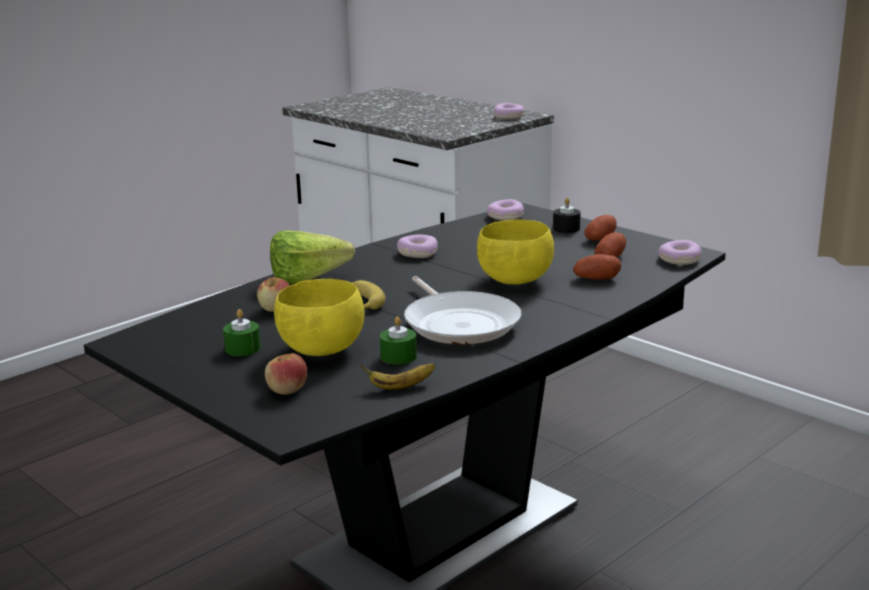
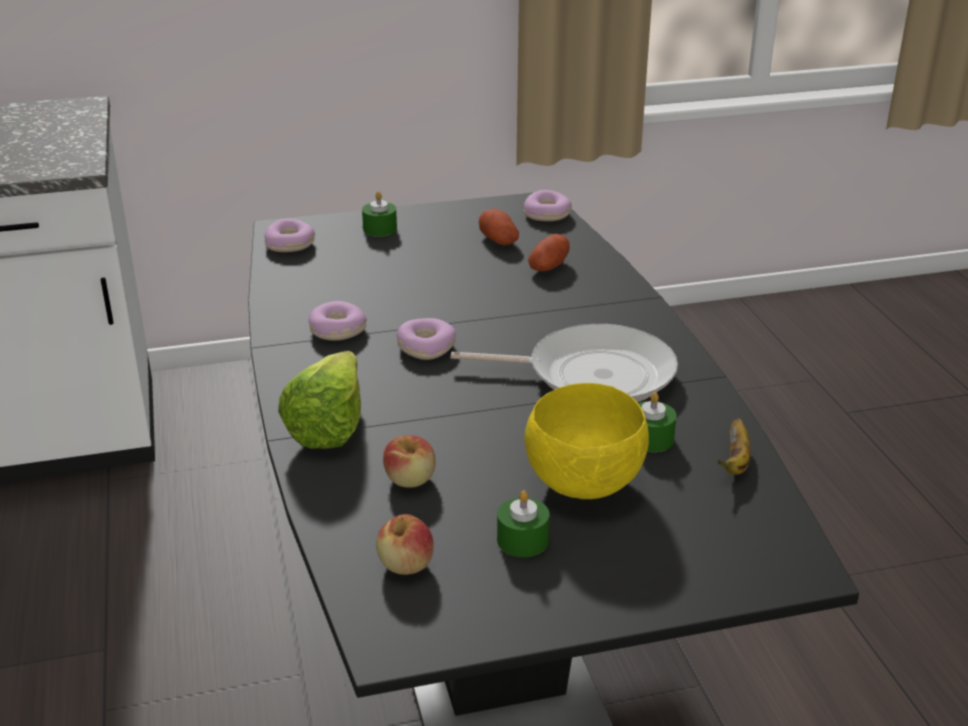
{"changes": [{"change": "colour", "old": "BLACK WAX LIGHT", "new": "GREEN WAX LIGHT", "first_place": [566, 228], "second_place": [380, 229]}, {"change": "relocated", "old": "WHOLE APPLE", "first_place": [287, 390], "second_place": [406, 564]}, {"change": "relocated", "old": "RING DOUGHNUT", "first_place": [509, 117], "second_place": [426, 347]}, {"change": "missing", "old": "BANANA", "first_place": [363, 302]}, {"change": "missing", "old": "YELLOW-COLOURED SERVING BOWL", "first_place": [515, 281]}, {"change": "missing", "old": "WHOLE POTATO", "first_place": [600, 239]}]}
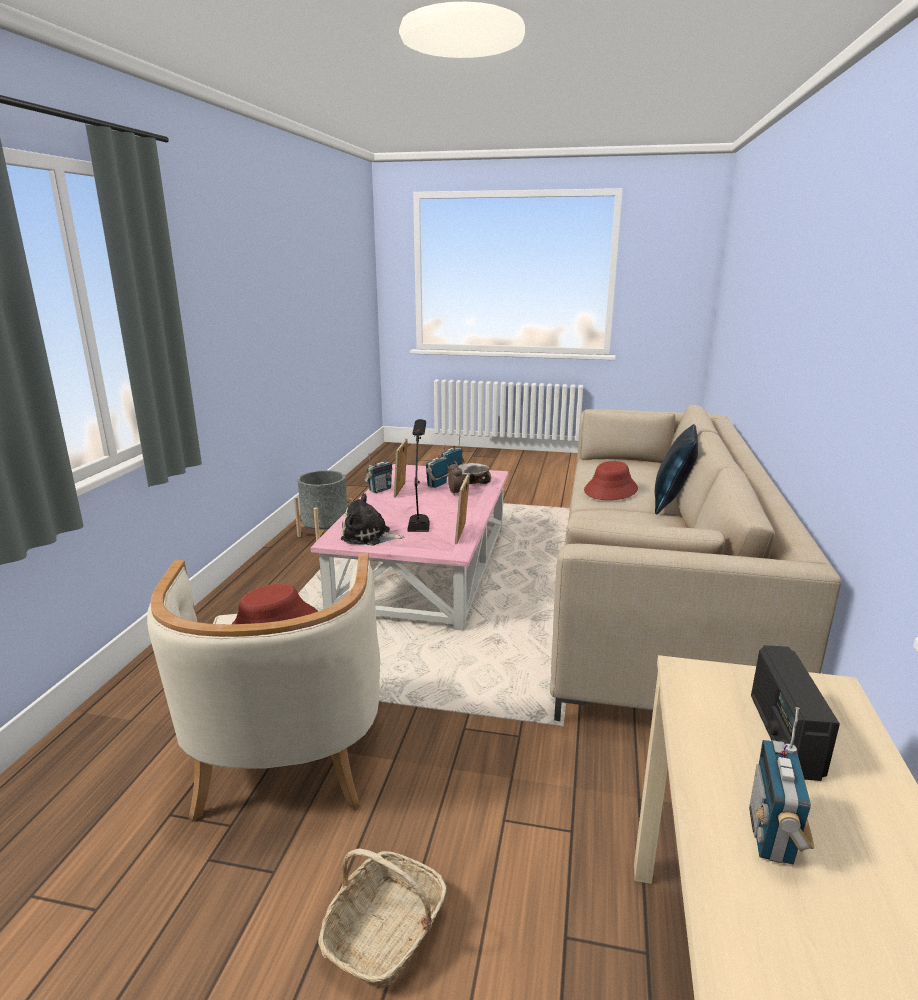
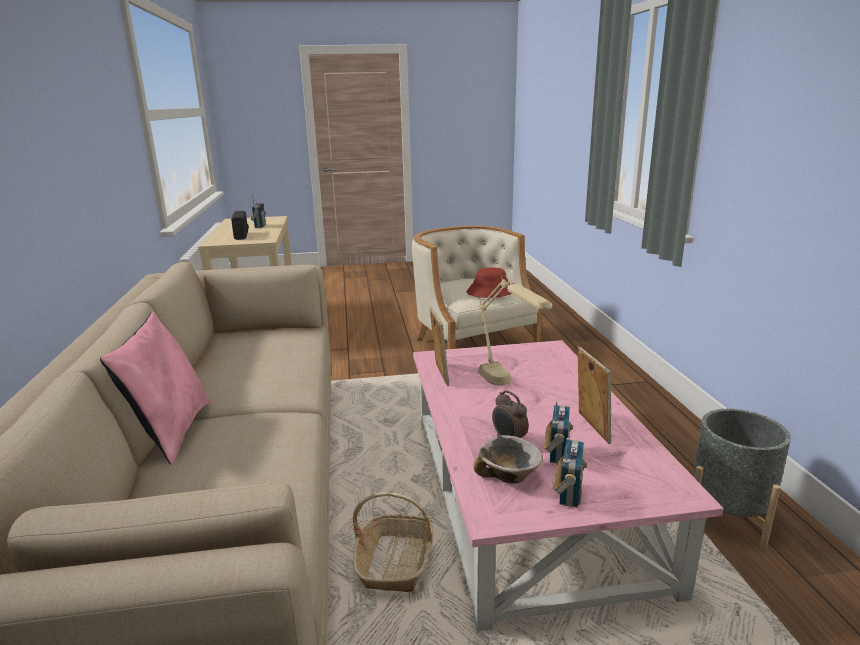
{"changes": [{"change": "colour", "old": "BLUISH CUSHION", "new": "PINKISH CUSHION", "first_place": [671, 503], "second_place": [172, 432]}, {"change": "relocated", "old": "STORAGE BASKET", "first_place": [385, 932], "second_place": [395, 562]}, {"change": "colour", "old": "BLACK LAMP FOR A TABLE", "new": "BEIGE LAMP FOR A TABLE", "first_place": [420, 517], "second_place": [507, 387]}, {"change": "missing", "old": "SOFT TOY", "first_place": [369, 536]}, {"change": "missing", "old": "RADIO", "first_place": [380, 490]}, {"change": "missing", "old": "RED HAT", "first_place": [611, 490]}]}
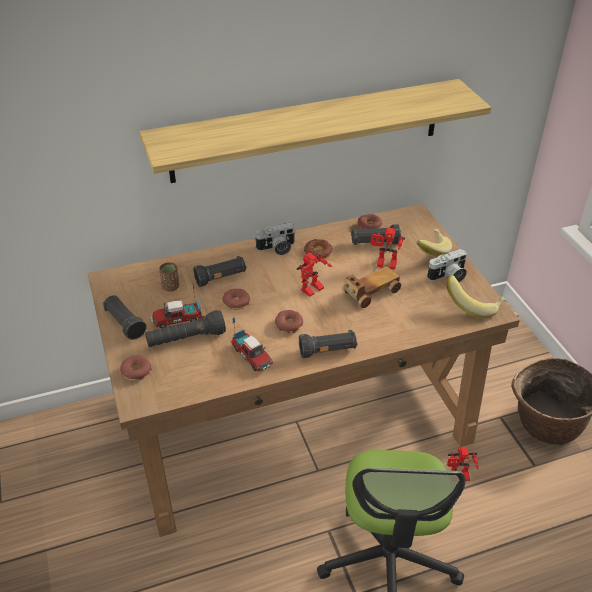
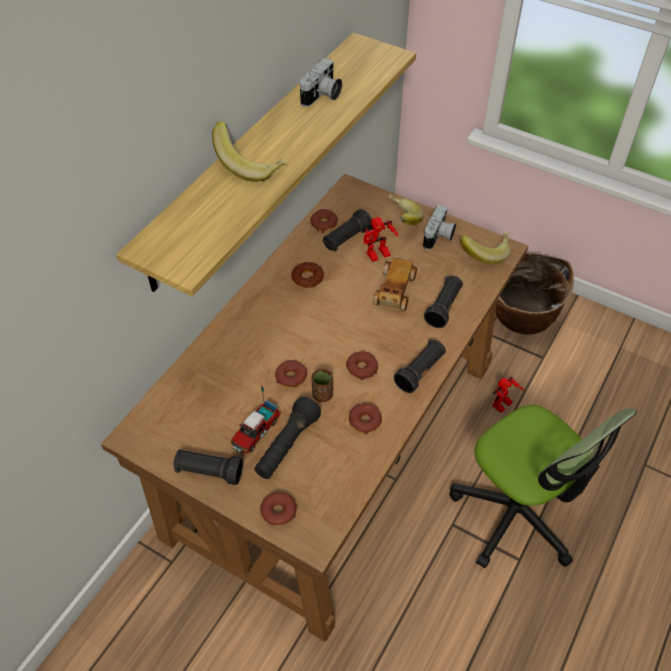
{"changes": [{"change": "appeared", "new": "BANANA", "second_place": [250, 165]}, {"change": "relocated", "old": "STILL CAMERA", "first_place": [276, 248], "second_place": [322, 96]}, {"change": "relocated", "old": "BROWNISH SMALL CUP", "first_place": [171, 287], "second_place": [322, 394]}, {"change": "exchanged", "old": "MODEL TRUCK", "new": "RING DOUGHNUT", "first_place": [252, 357], "second_place": [365, 421]}, {"change": "relocated", "old": "BLACK FLASHLIGHT", "first_place": [221, 278], "second_place": [443, 307]}, {"change": "missing", "old": "TOY ROBOT", "first_place": [313, 291]}]}
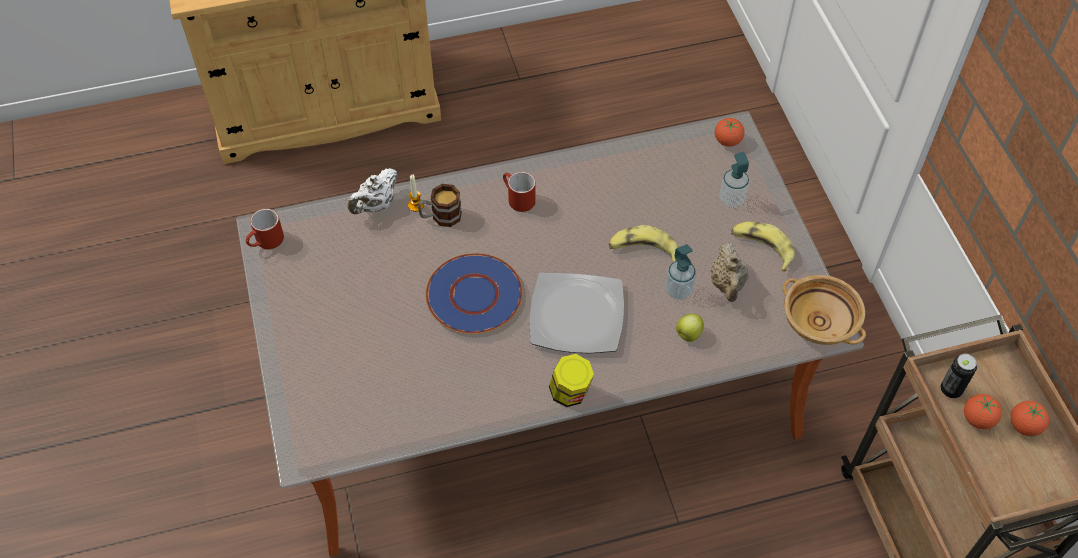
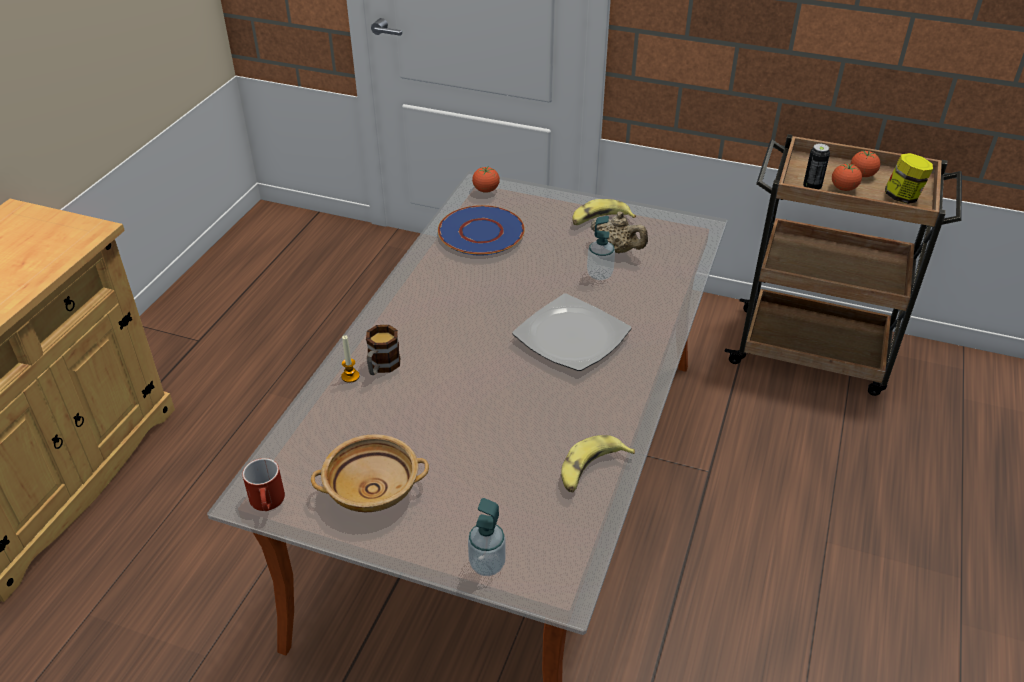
{"changes": [{"change": "relocated", "old": "BEIGE SERVING BOWL", "first_place": [820, 321], "second_place": [373, 489]}, {"change": "relocated", "old": "BLUISH DINNER PLATE", "first_place": [475, 295], "second_place": [481, 232]}, {"change": "relocated", "old": "SOAP DISPENSER", "first_place": [731, 199], "second_place": [487, 564]}, {"change": "relocated", "old": "BANANA", "first_place": [642, 249], "second_place": [591, 470]}, {"change": "relocated", "old": "JAR", "first_place": [570, 393], "second_place": [902, 197]}, {"change": "missing", "old": "WHITISH POT FOR TEA", "first_place": [376, 205]}, {"change": "missing", "old": "RED MUG", "first_place": [517, 198]}, {"change": "missing", "old": "WHOLE APPLE", "first_place": [688, 335]}]}
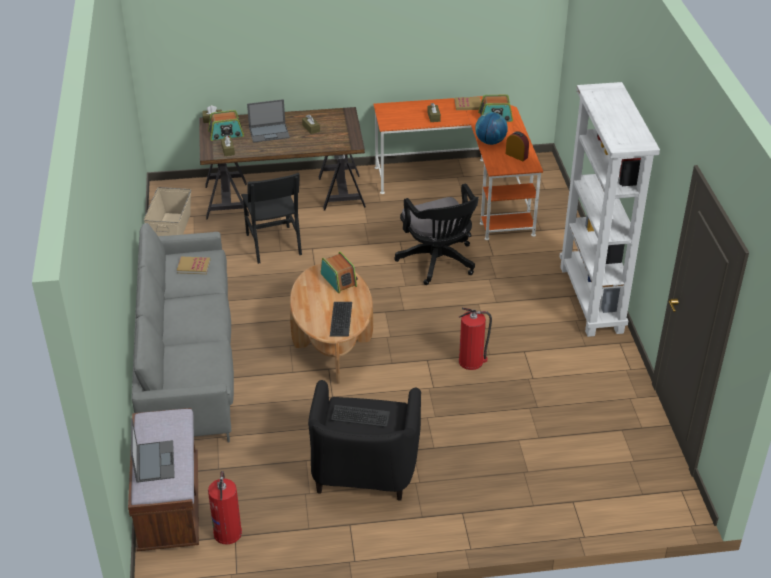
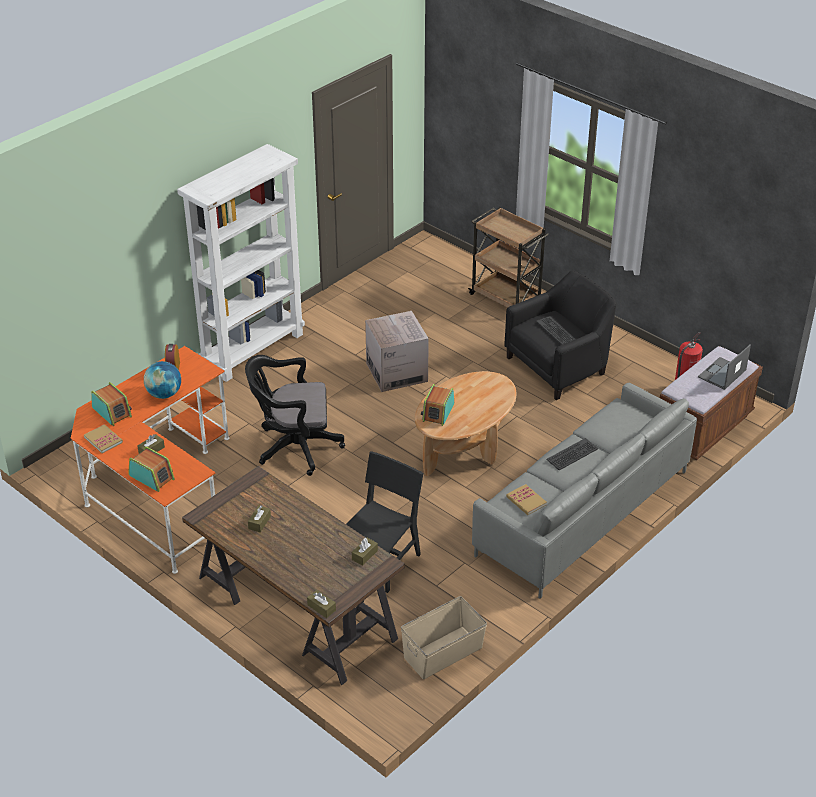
{"changes": [{"change": "relocated", "old": "RADIO", "first_place": [226, 134], "second_place": [152, 477]}, {"change": "spun", "old": "BLACK COMPUTER CHAIR", "first_place": [438, 263], "second_place": [294, 447], "degrees": -120}, {"change": "exchanged", "old": "FIRE EXTINGUISHER", "new": "CARTON", "first_place": [471, 361], "second_place": [397, 372]}, {"change": "appeared", "new": "BROWNISH TROLLEY", "second_place": [506, 298]}, {"change": "relocated", "old": "COMPUTER KEYBOARD", "first_place": [340, 319], "second_place": [572, 455]}, {"change": "missing", "old": "PORTABLE COMPUTER", "first_place": [269, 133]}]}
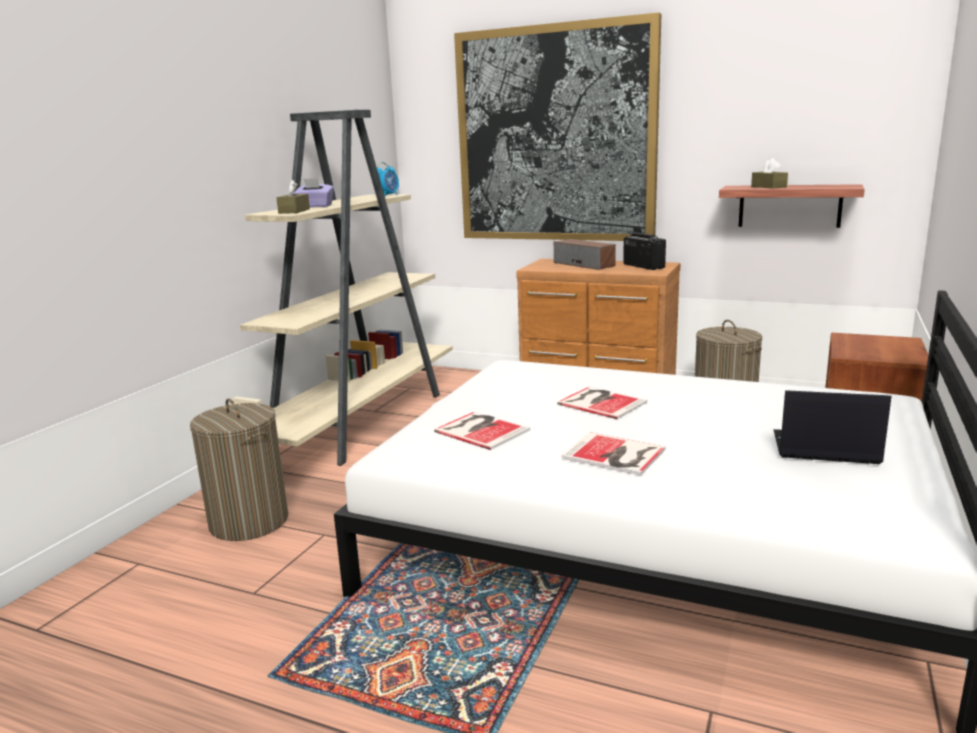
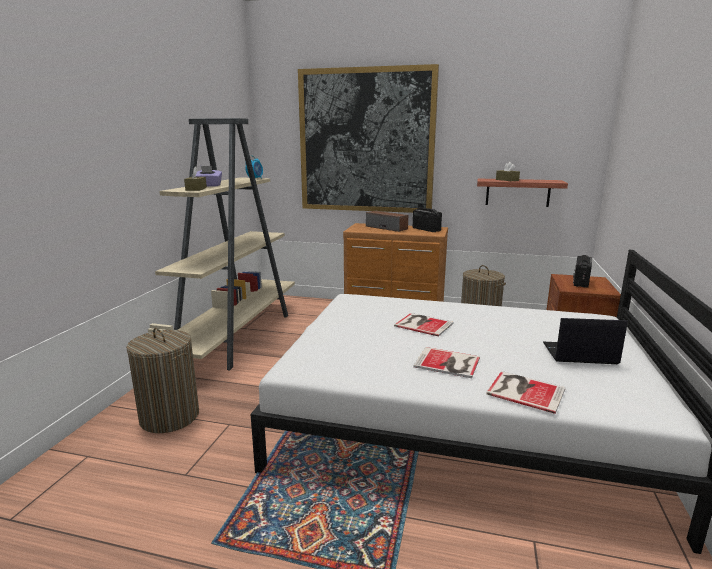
{"changes": [{"change": "relocated", "old": "BOUND BOOK", "first_place": [481, 430], "second_place": [524, 390]}, {"change": "appeared", "new": "RADIO", "second_place": [580, 282]}]}
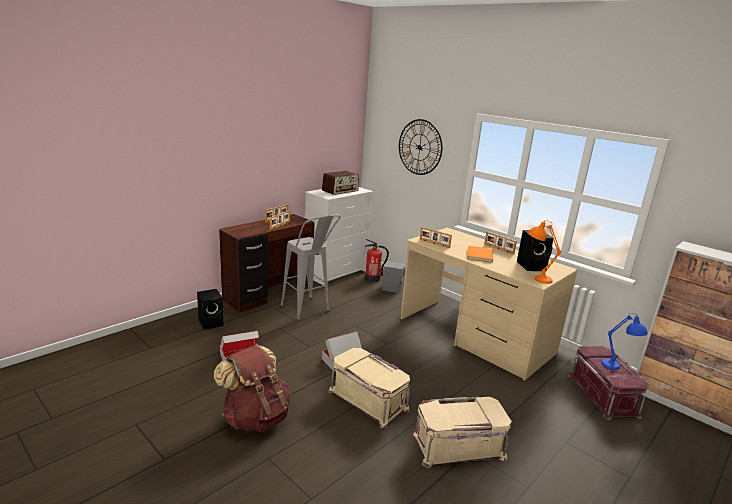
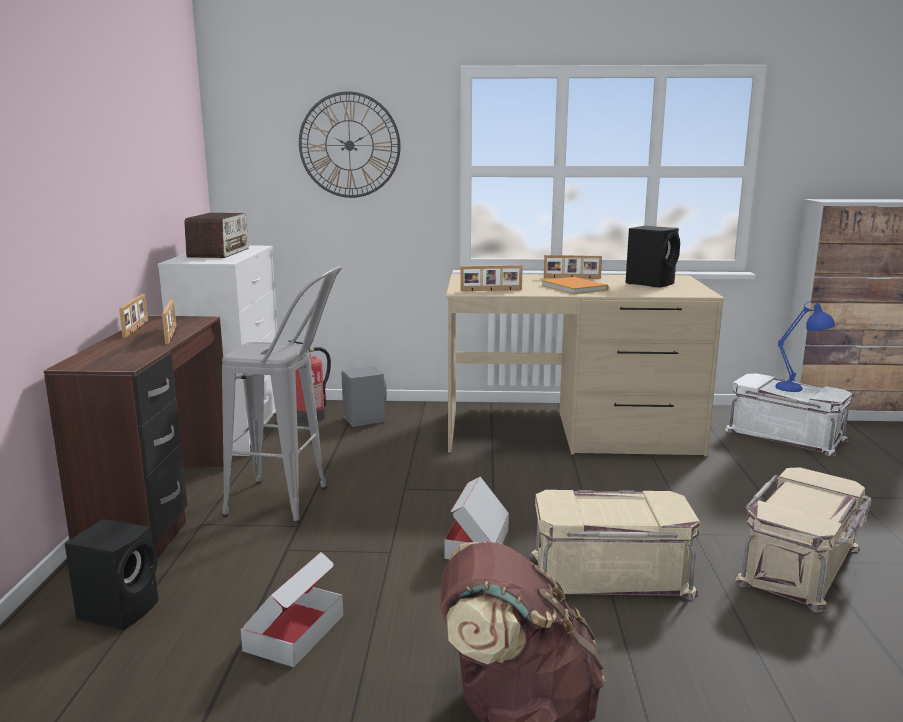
{"changes": [{"change": "colour", "old": "RED STORAGE BOX", "new": "WHITISH STORAGE BOX", "first_place": [603, 394], "second_place": [786, 434]}, {"change": "missing", "old": "ORANGEY LAMP FOR A TABLE", "first_place": [535, 278]}]}
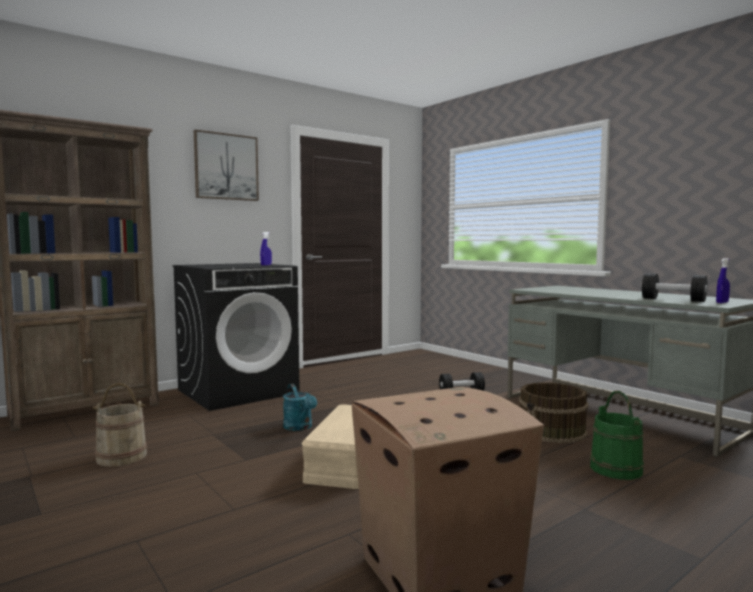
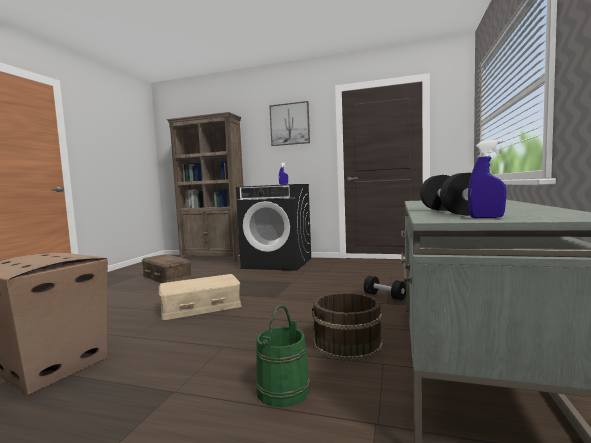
{"changes": [{"change": "exchanged", "old": "BEIGE PAIL", "new": "BROWNISH STORAGE BOX", "first_place": [122, 456], "second_place": [167, 277]}, {"change": "missing", "old": "TURQUOISE-COLOURED SPRINKLING CAN", "first_place": [300, 427]}]}
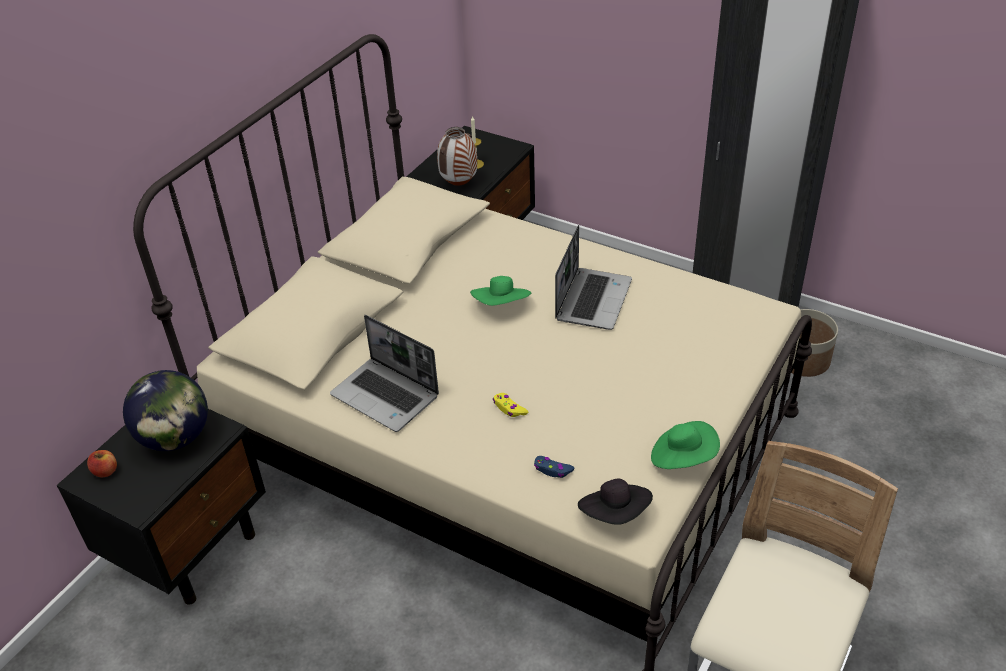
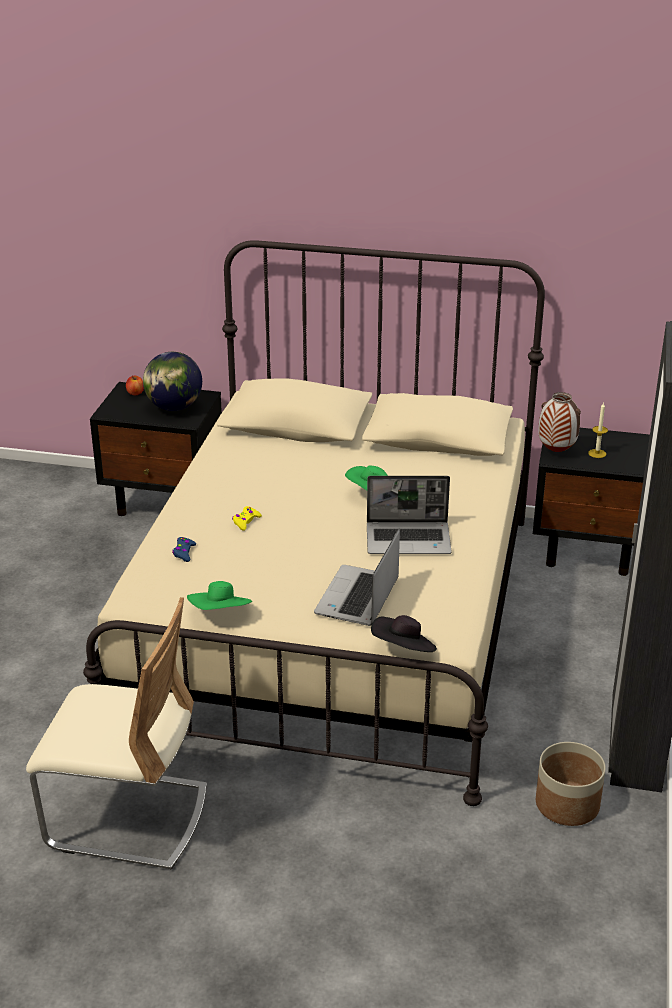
{"changes": [{"change": "relocated", "old": "PORTABLE COMPUTER", "first_place": [386, 396], "second_place": [358, 598]}, {"change": "relocated", "old": "BLACK HAT", "first_place": [615, 514], "second_place": [403, 650]}]}
